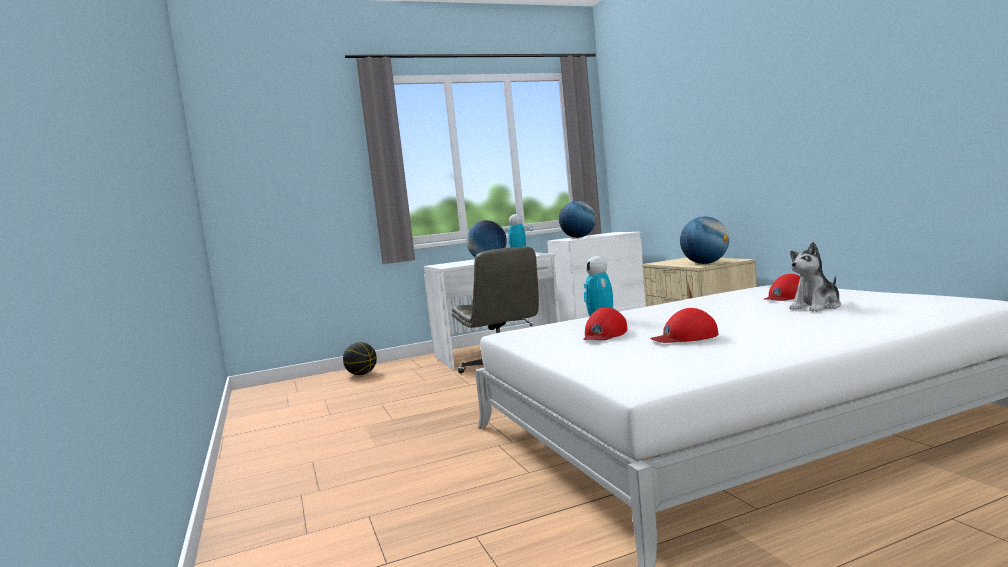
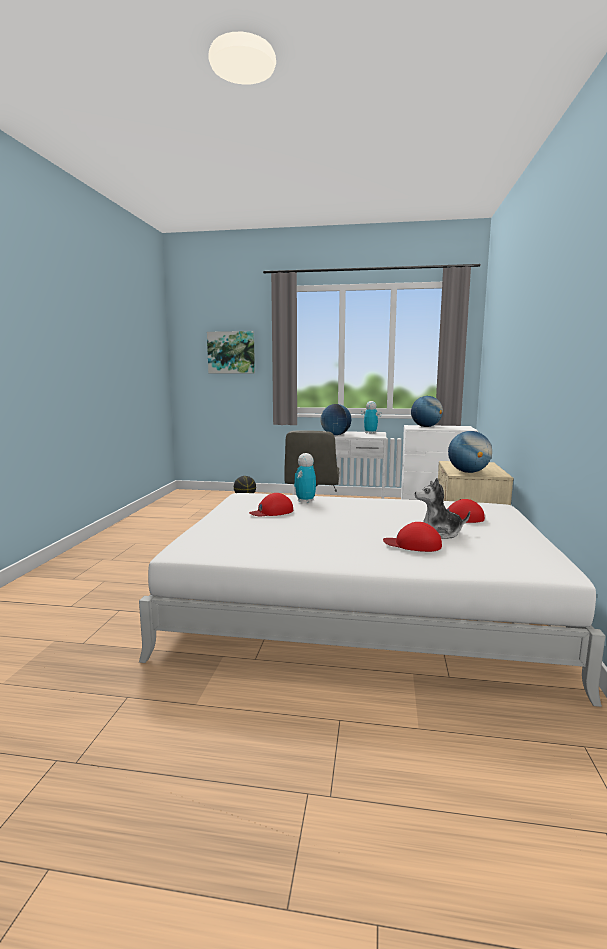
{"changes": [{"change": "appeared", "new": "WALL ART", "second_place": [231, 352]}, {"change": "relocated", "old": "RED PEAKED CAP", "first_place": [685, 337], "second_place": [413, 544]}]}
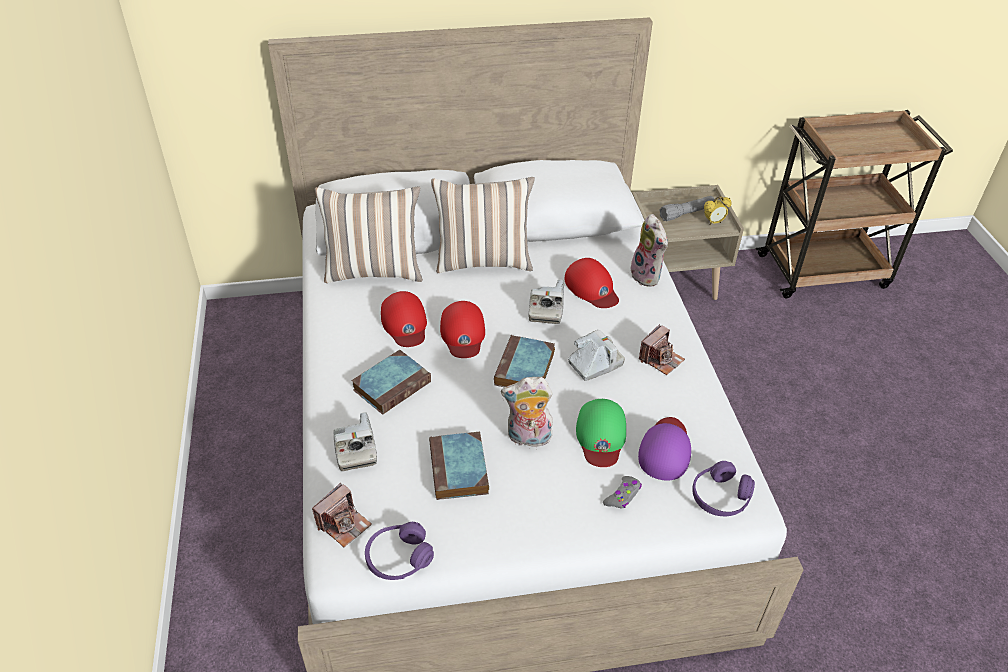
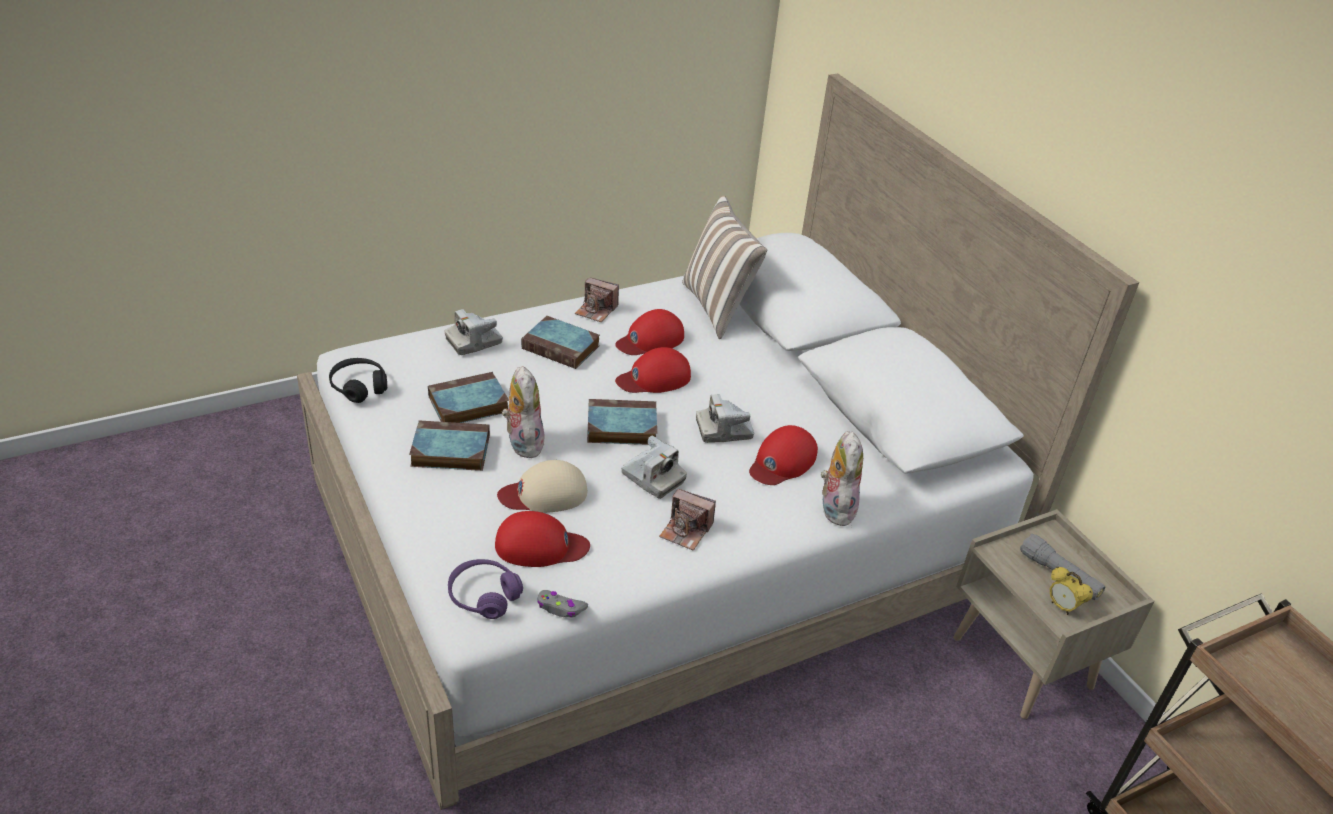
{"changes": [{"change": "colour", "old": "PURPLE-COLOURED HEADPHONES", "new": "BLACK HEADPHONES", "first_place": [399, 558], "second_place": [359, 387]}, {"change": "appeared", "new": "BOUND BOOK", "second_place": [448, 451]}, {"change": "colour", "old": "PURPLE-COLOURED PEAKED CAP", "new": "RED PEAKED CAP", "first_place": [665, 450], "second_place": [540, 546]}, {"change": "colour", "old": "GREEN PEAKED CAP", "new": "BEIGE PEAKED CAP", "first_place": [601, 436], "second_place": [544, 494]}, {"change": "relocated", "old": "GREY GAMEPAD", "first_place": [623, 496], "second_place": [560, 608]}, {"change": "relocated", "old": "STILL CAMERA", "first_place": [343, 524], "second_place": [596, 310]}, {"change": "spun", "old": "SOFT TOY", "first_place": [648, 276], "second_place": [834, 507], "degrees": 135}, {"change": "missing", "old": "CUSHION", "first_place": [483, 260]}]}
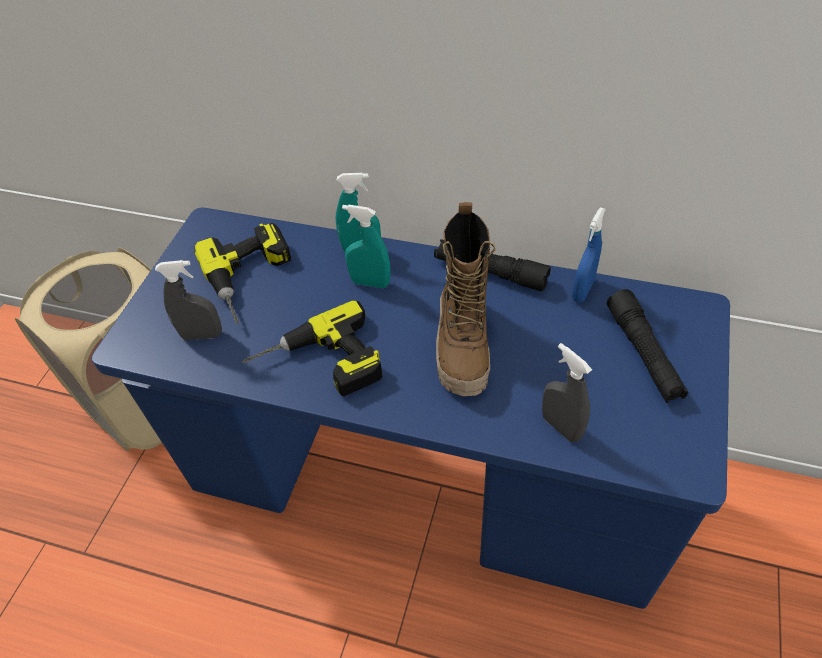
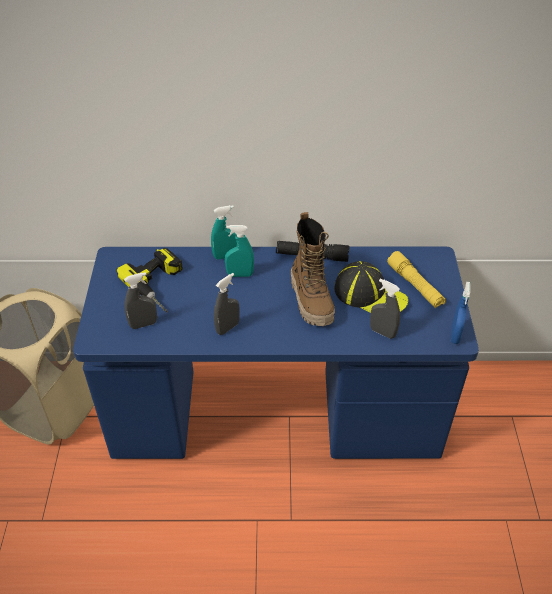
{"changes": [{"change": "exchanged", "old": "ELECTRIC DRILL", "new": "GREY HAND SPRAYER", "first_place": [318, 366], "second_place": [227, 328]}, {"change": "appeared", "new": "PEAKED CAP", "second_place": [370, 295]}, {"change": "colour", "old": "BLACK FLASHLIGHT", "new": "YELLOW-COLOURED FLASHLIGHT", "first_place": [643, 353], "second_place": [415, 285]}, {"change": "relocated", "old": "BLUISH HAND SPRAYER", "first_place": [582, 290], "second_place": [455, 335]}]}
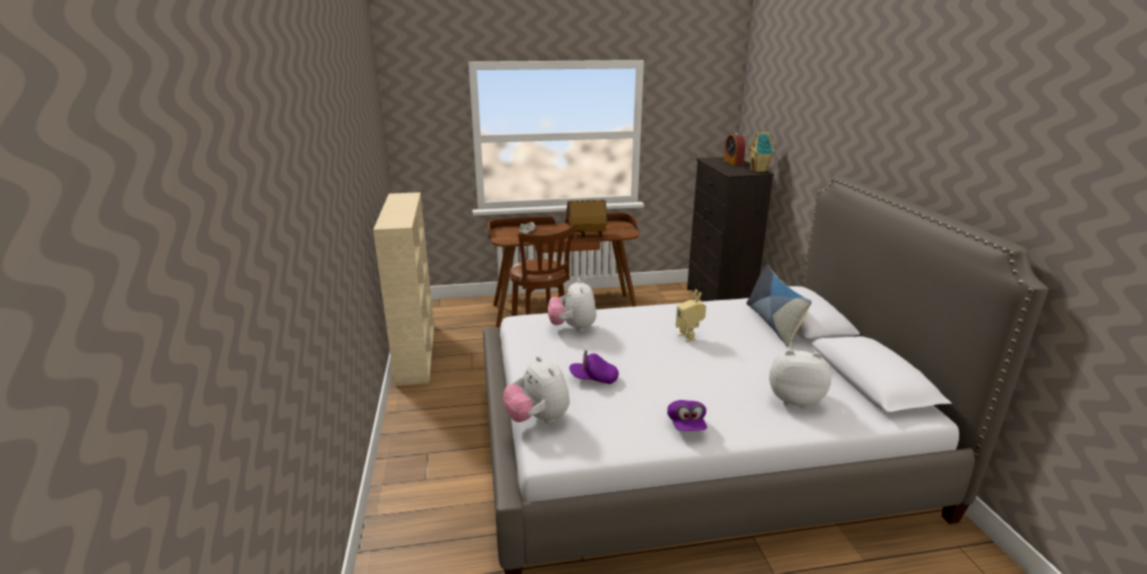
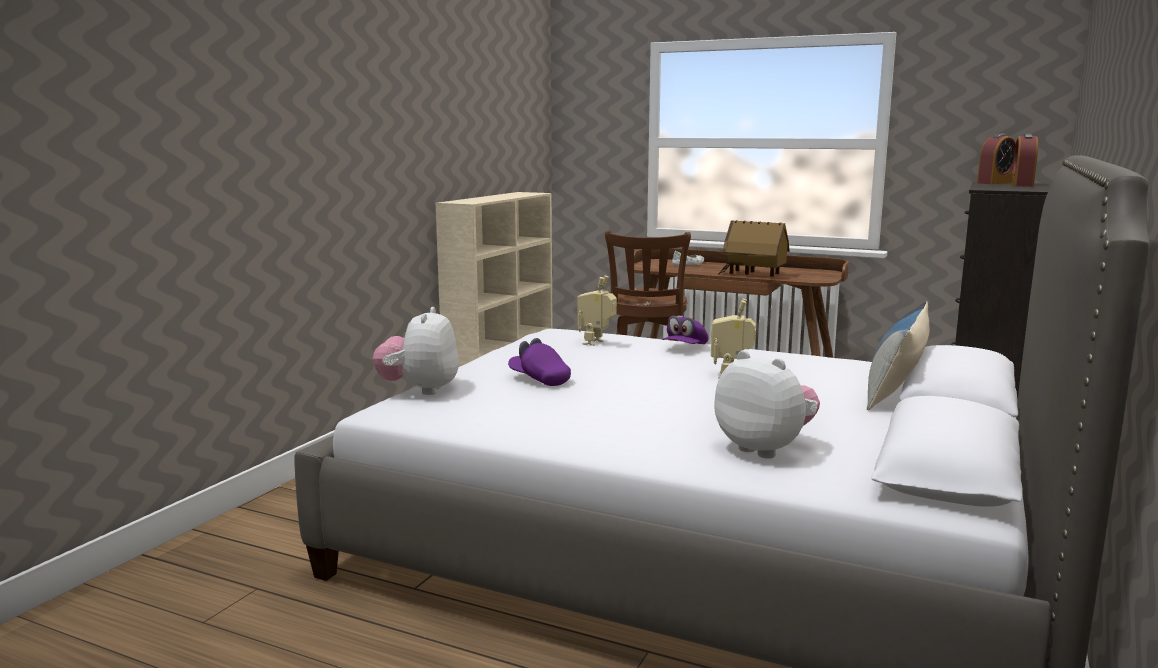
{"changes": [{"change": "exchanged", "old": "SOFT TOY", "new": "TOY ROBOT", "first_place": [572, 328], "second_place": [596, 343]}, {"change": "relocated", "old": "PURPLE-COLOURED PEAKED CAP", "first_place": [686, 425], "second_place": [685, 348]}, {"change": "appeared", "new": "ALARM CLOCK", "second_place": [995, 183]}, {"change": "missing", "old": "TOY HOUSE", "first_place": [759, 170]}]}
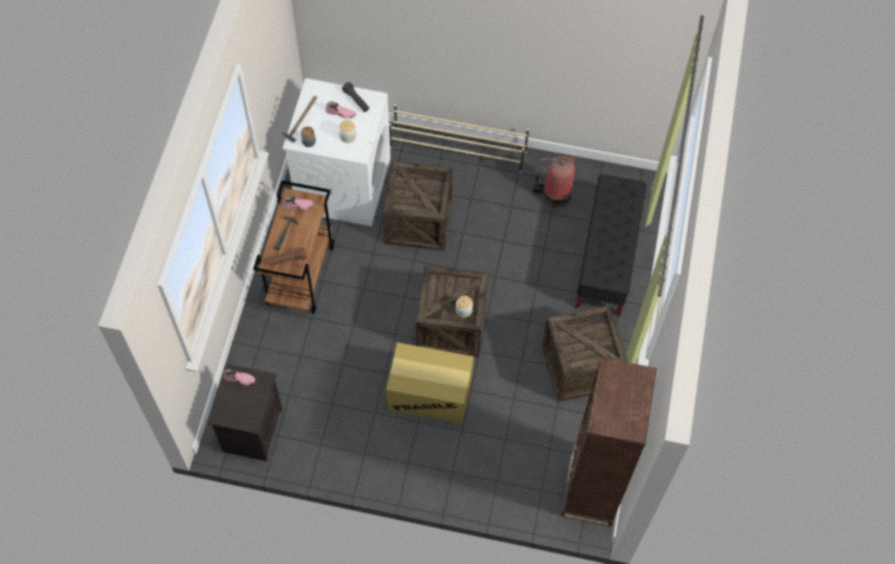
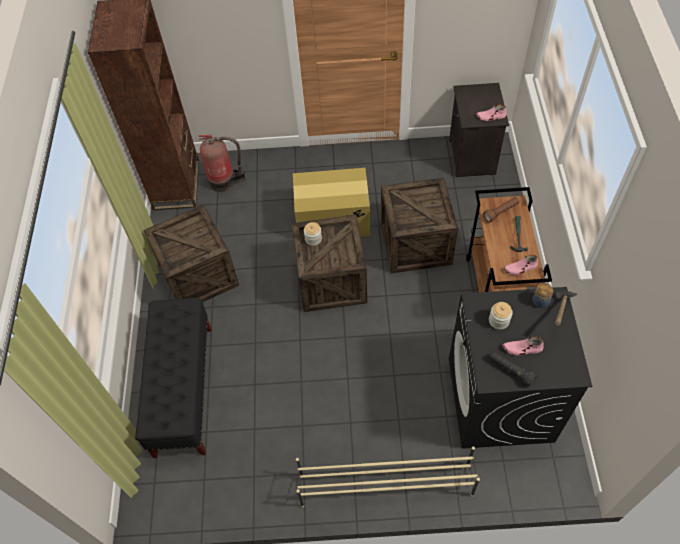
{"changes": [{"change": "relocated", "old": "FIRE EXTINGUISHER", "first_place": [554, 195], "second_place": [224, 181]}, {"change": "relocated", "old": "PACKING CRATE", "first_place": [418, 221], "second_place": [415, 243]}, {"change": "colour", "old": "WHITISH LAUNDRY APPLIANCE", "new": "BLACK LAUNDRY APPLIANCE", "first_place": [343, 184], "second_place": [500, 400]}]}
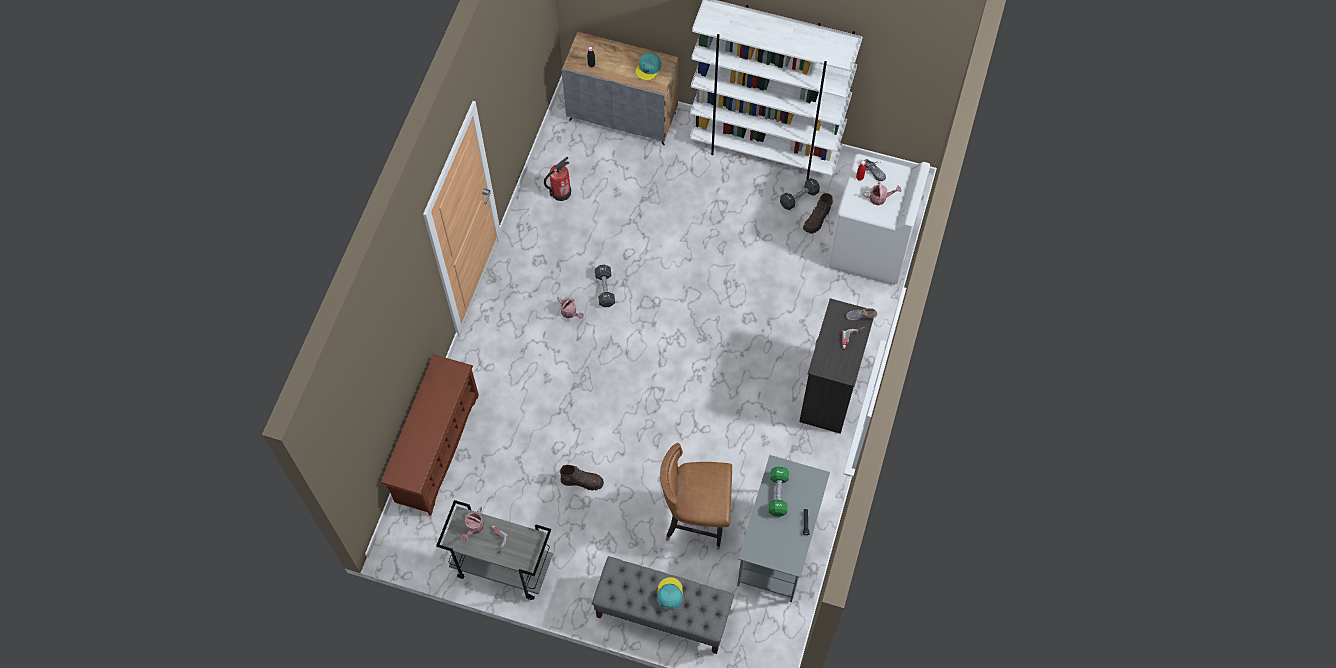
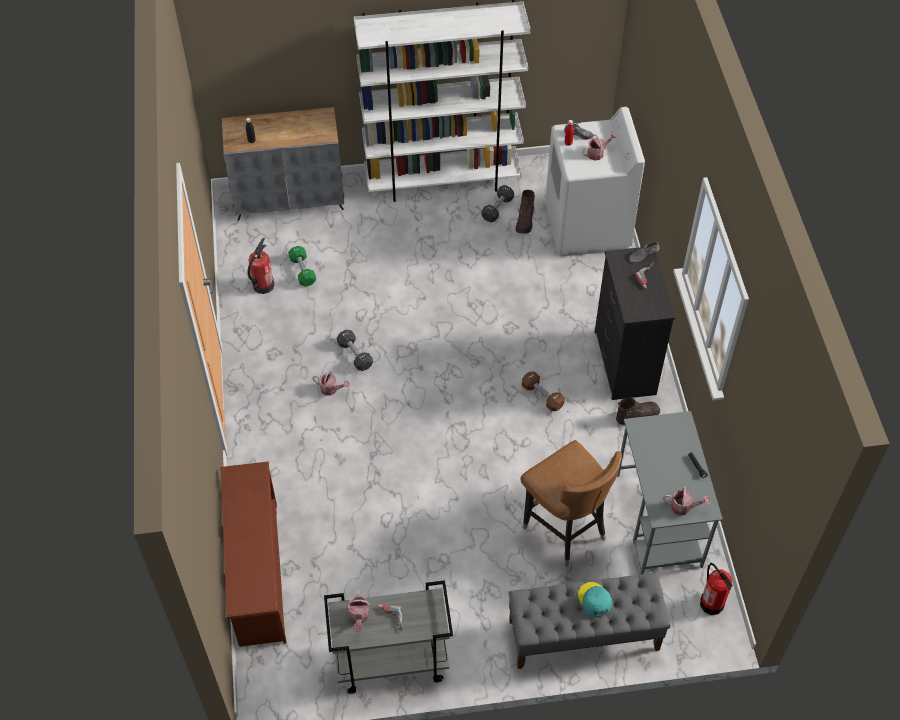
{"changes": [{"change": "relocated", "old": "GREEN DUMBBELL", "first_place": [778, 494], "second_place": [302, 271]}, {"change": "spun", "old": "BROWNISH PLAIN CHAIR", "first_place": [696, 519], "second_place": [564, 530], "degrees": -105}, {"change": "appeared", "new": "BROWNISH DUMBBELL", "second_place": [542, 396]}, {"change": "relocated", "old": "BROWNISH BOOT", "first_place": [582, 481], "second_place": [637, 416]}, {"change": "appeared", "new": "SPRINKLING CAN", "second_place": [683, 507]}, {"change": "appeared", "new": "FIRE EXTINGUISHER", "second_place": [711, 603]}, {"change": "missing", "old": "TURQUOISE-COLOURED PEAKED CAP", "first_place": [648, 68]}]}
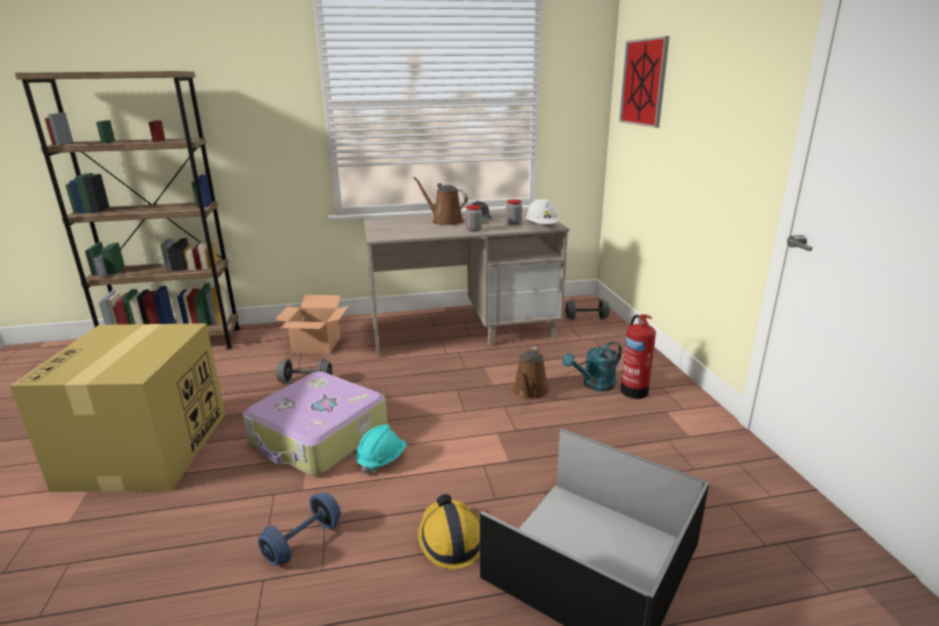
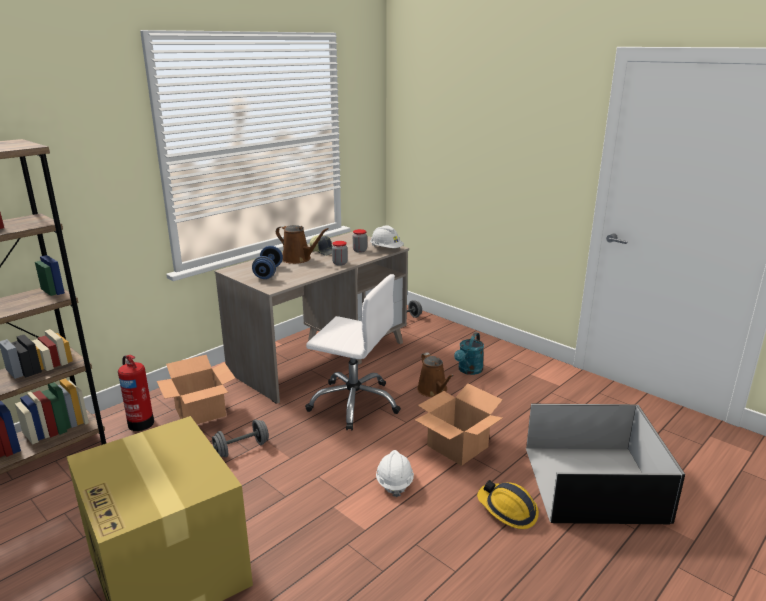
{"changes": [{"change": "relocated", "old": "FIRE EXTINGUISHER", "first_place": [634, 390], "second_place": [140, 422]}, {"change": "relocated", "old": "BLUISH DUMBBELL", "first_place": [303, 542], "second_place": [268, 273]}, {"change": "spun", "old": "BROWNISH SPRINKLING CAN", "first_place": [445, 221], "second_place": [298, 259], "degrees": -150}, {"change": "appeared", "new": "WHITISH COMPUTER CHAIR", "second_place": [354, 403]}, {"change": "colour", "old": "TURQUOISE-COLOURED SAFETY HELMET", "new": "WHITISH SAFETY HELMET", "first_place": [381, 460], "second_place": [394, 482]}, {"change": "appeared", "new": "CARTON", "second_place": [458, 446]}, {"change": "missing", "old": "TRAVEL CASE", "first_place": [319, 436]}, {"change": "missing", "old": "WALL ART", "first_place": [643, 82]}]}
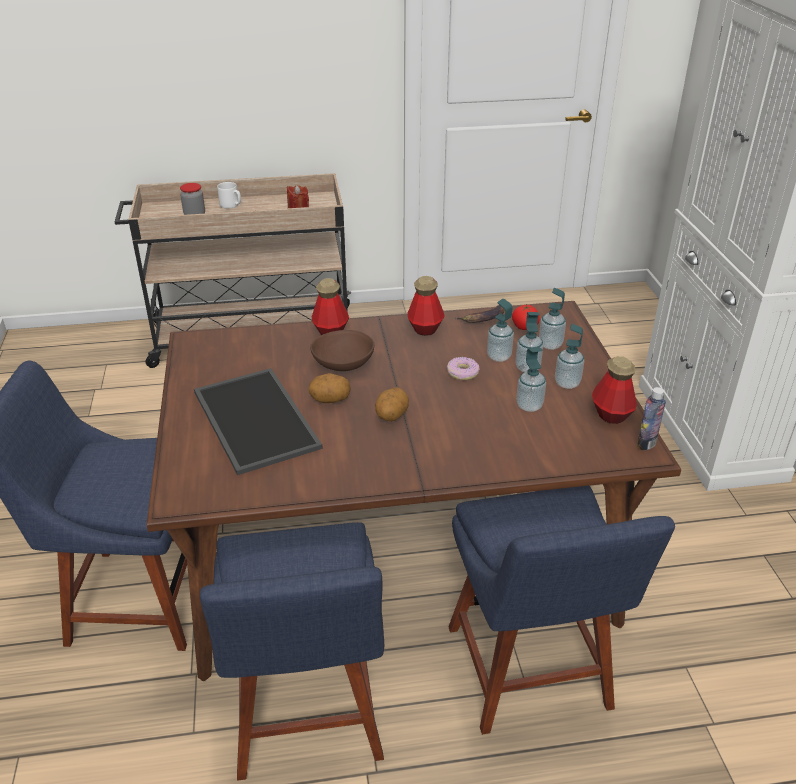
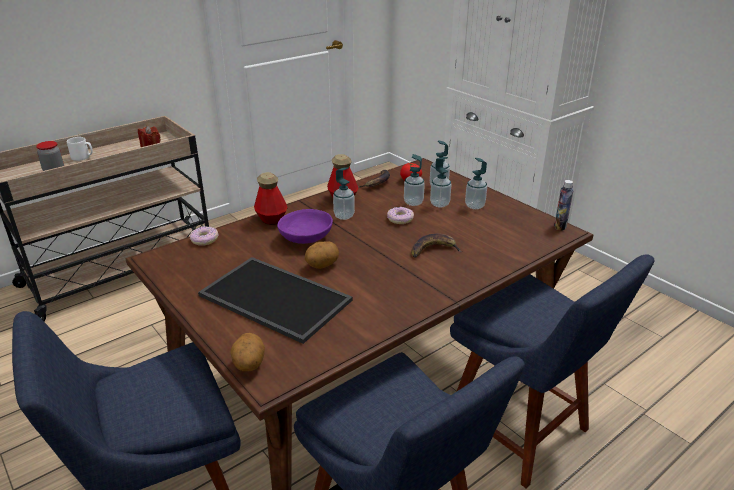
{"changes": [{"change": "appeared", "new": "RING DOUGHNUT", "second_place": [204, 240]}, {"change": "relocated", "old": "WHOLE POTATO", "first_place": [391, 416], "second_place": [249, 365]}, {"change": "colour", "old": "BROWNISH SERVING BOWL", "new": "PURPLE-COLOURED SERVING BOWL", "first_place": [343, 365], "second_place": [306, 239]}, {"change": "relocated", "old": "SOAP DISPENSER", "first_place": [529, 406], "second_place": [344, 216]}, {"change": "appeared", "new": "BANANA", "second_place": [433, 250]}, {"change": "missing", "old": "BOTTLE", "first_place": [611, 414]}]}
